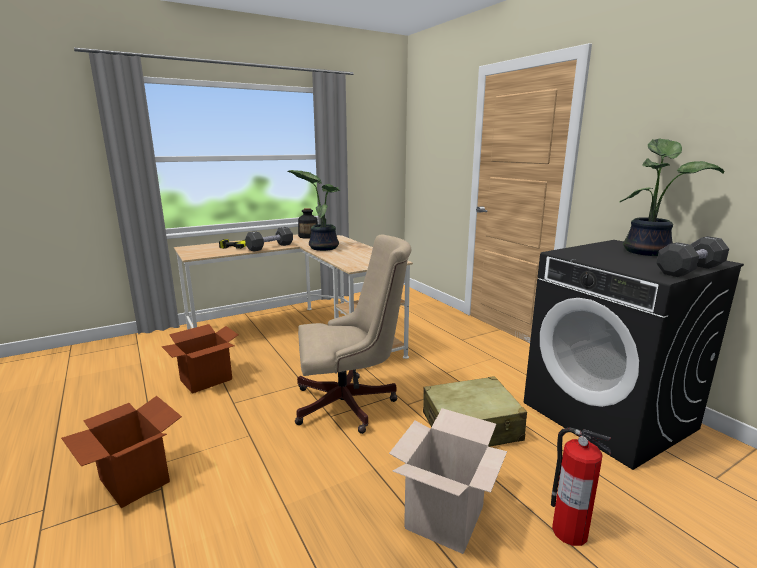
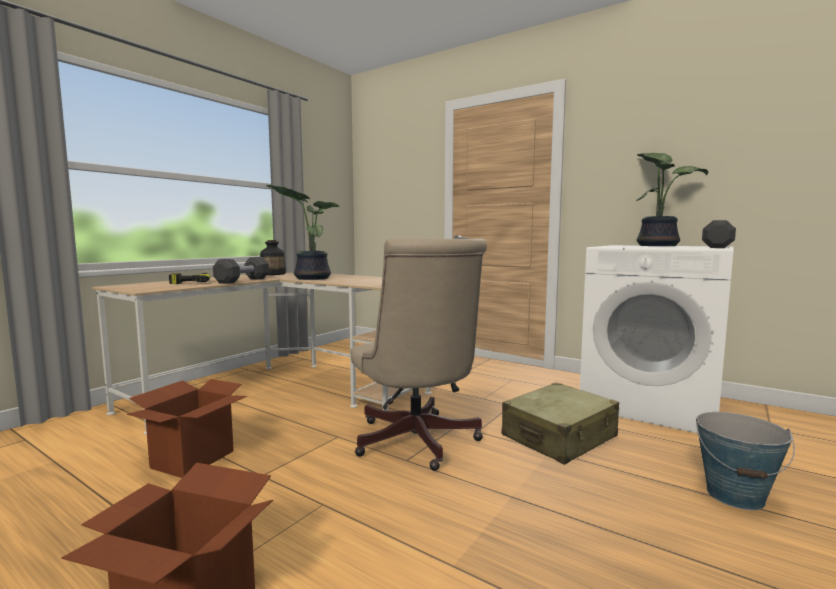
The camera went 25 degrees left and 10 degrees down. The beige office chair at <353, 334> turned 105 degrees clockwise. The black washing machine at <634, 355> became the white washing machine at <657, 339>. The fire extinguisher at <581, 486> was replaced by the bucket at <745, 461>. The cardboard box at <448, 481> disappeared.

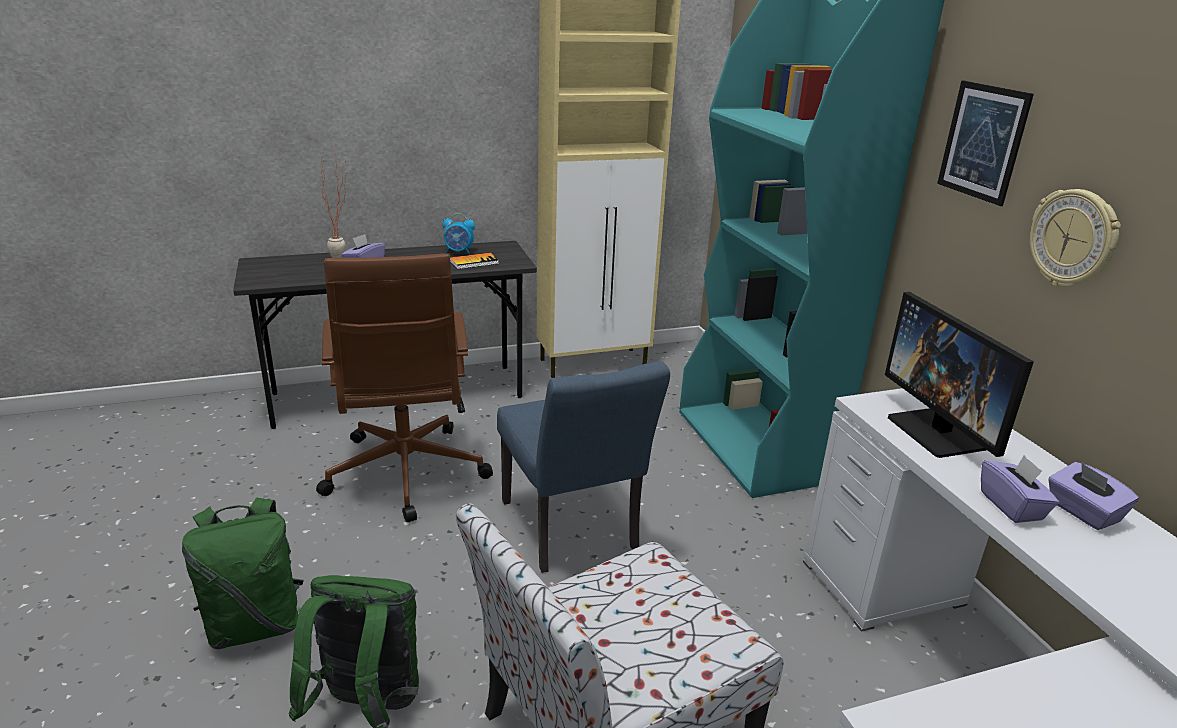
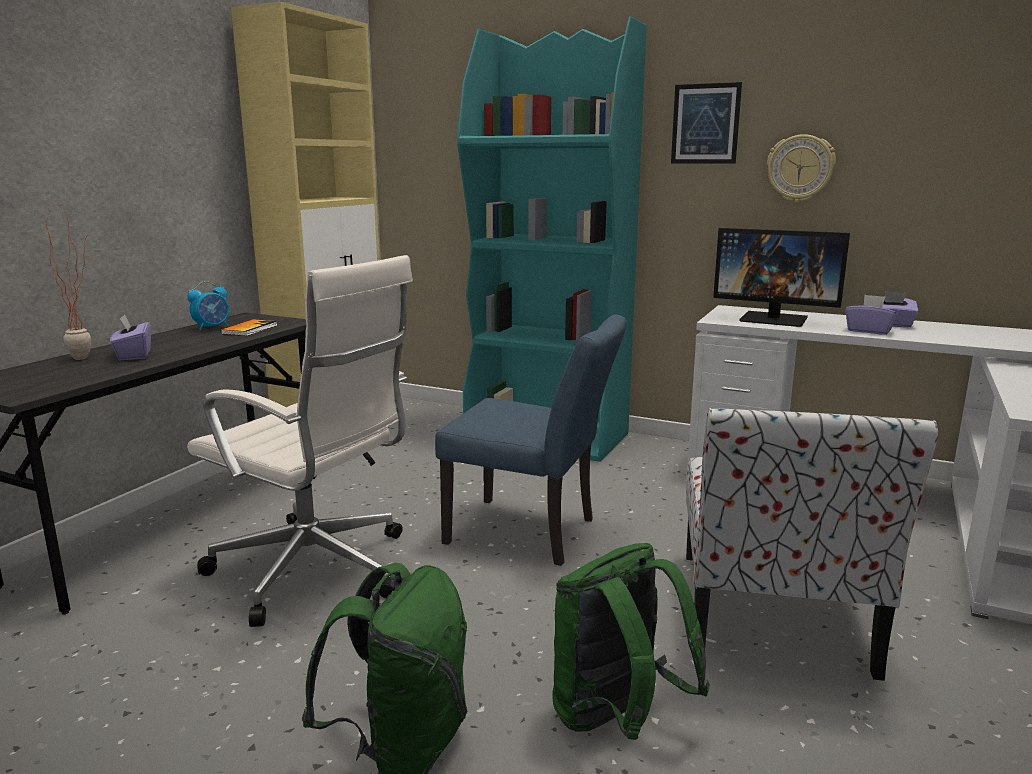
The camera went 45 degrees left and 10 degrees down. The brown office chair at <404, 387> became the white office chair at <300, 441>.

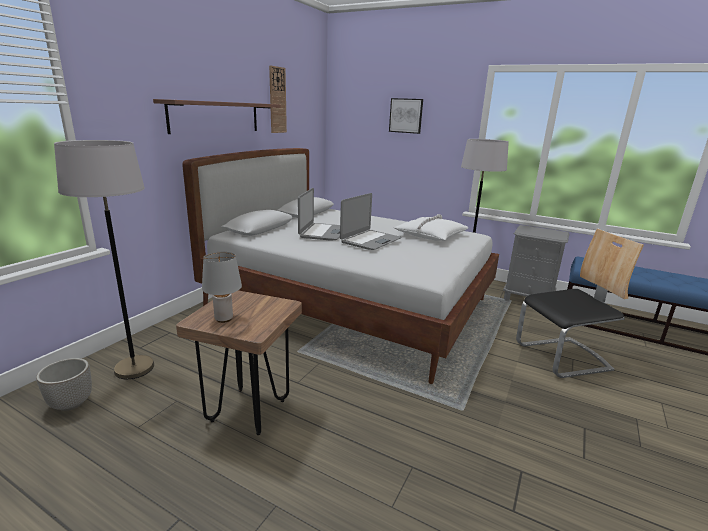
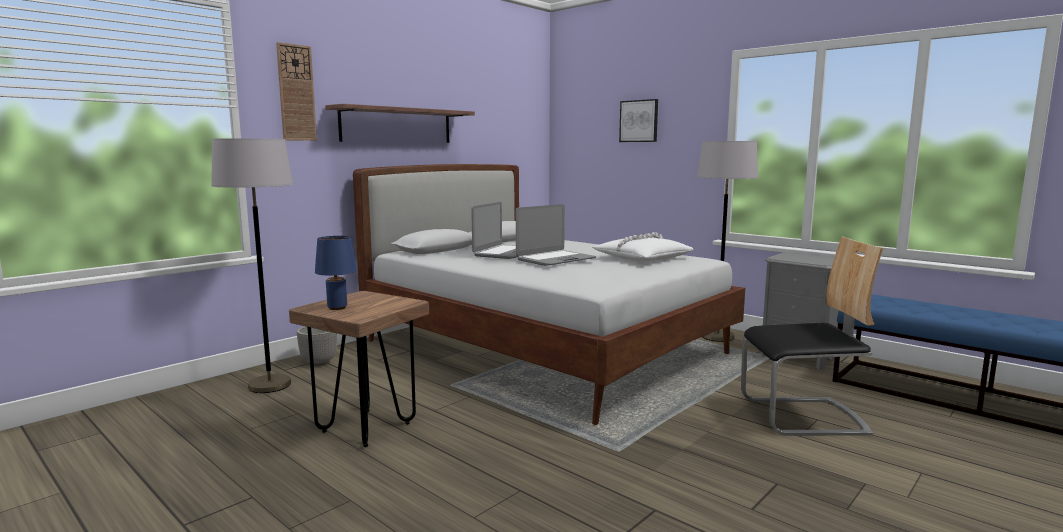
The camera went 15 degrees right and 10 degrees down. The wall clock moved from <278, 99> to <296, 91>. The planter moved from <64, 384> to <317, 346>. The grey table lamp at <222, 287> became the blue table lamp at <336, 273>.

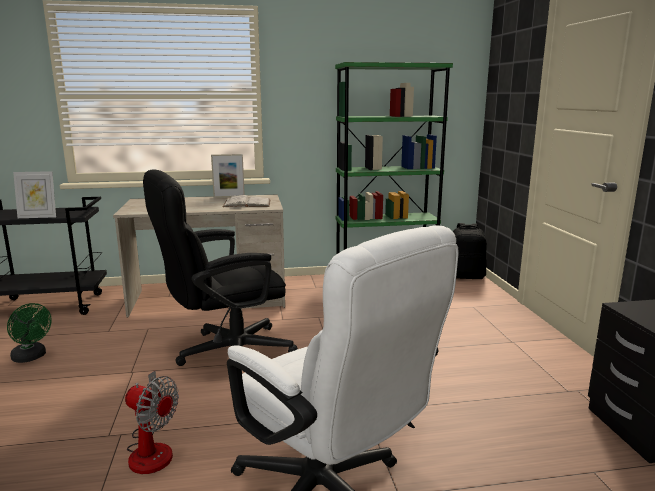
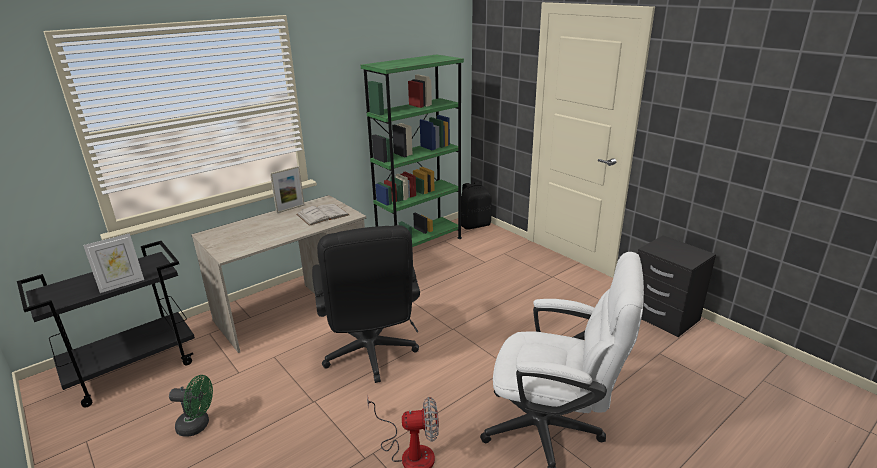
The camera went 30 degrees left and 10 degrees up. The black office chair at <220, 270> turned 45 degrees counterclockwise.

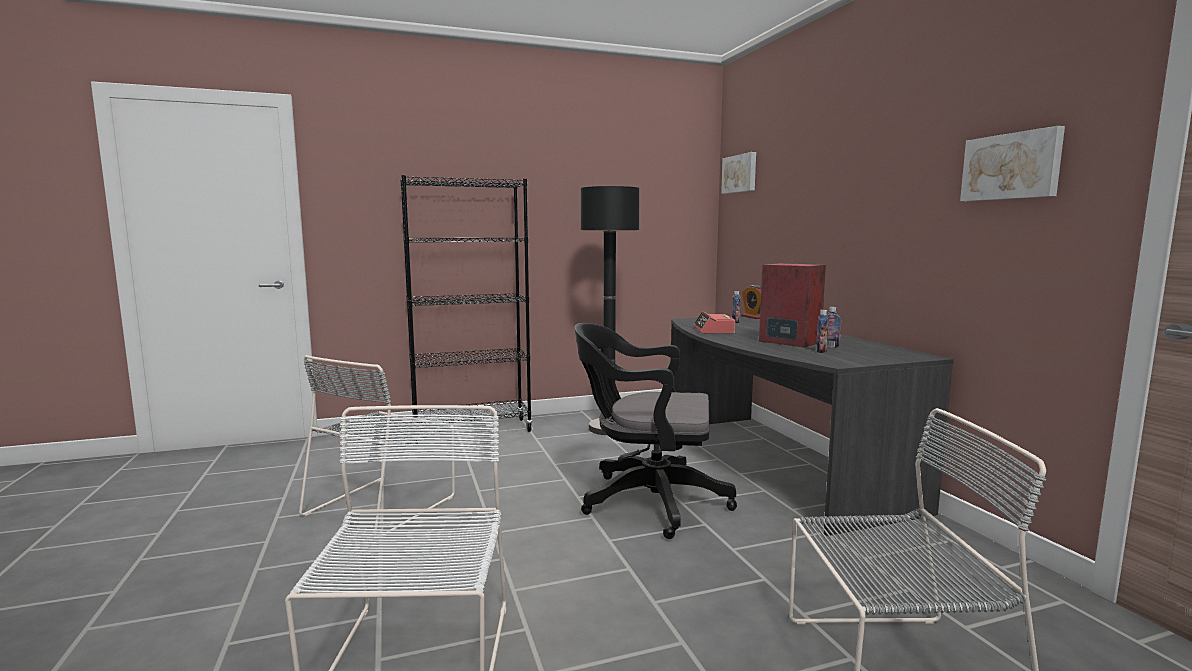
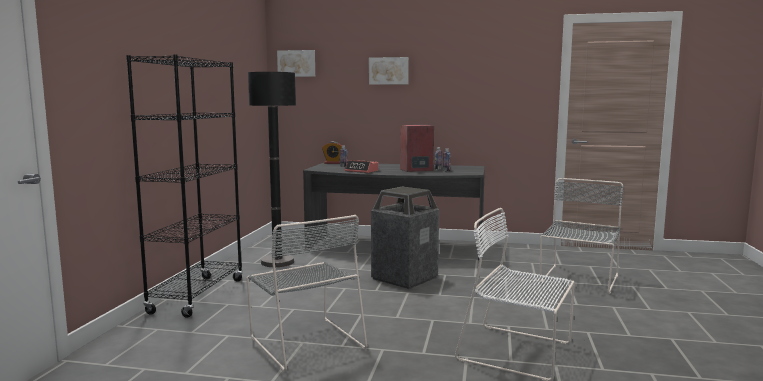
The camera went 60 degrees left and 0 degrees up. The picture moved from <1012, 163> to <389, 71>. The black office chair at <655, 431> was replaced by the trash can at <405, 238>.

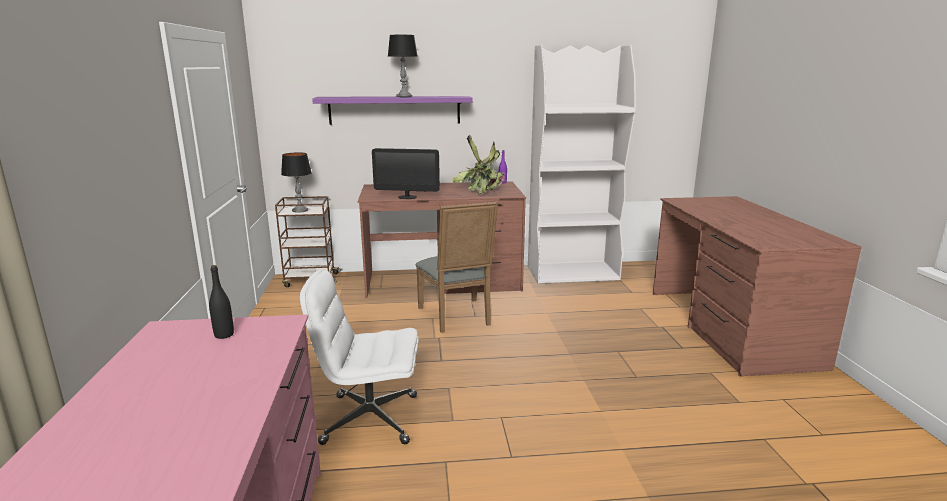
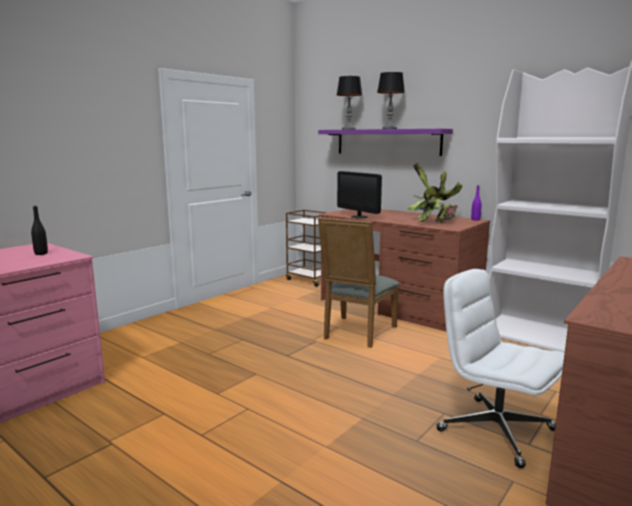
The camera went 45 degrees right and 5 degrees down. The table lamp moved from <296, 182> to <349, 103>. The white office chair moved from <359, 357> to <500, 368>.

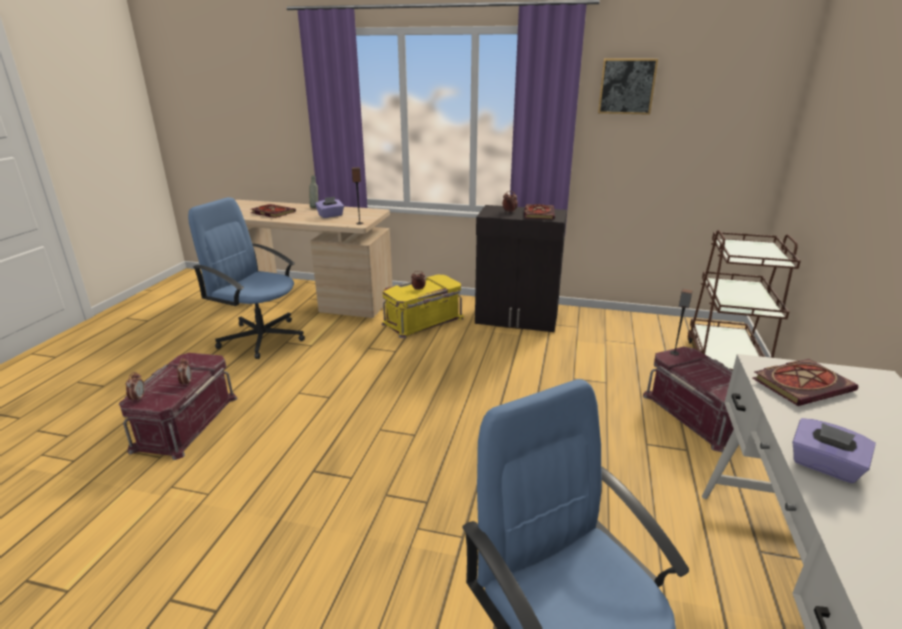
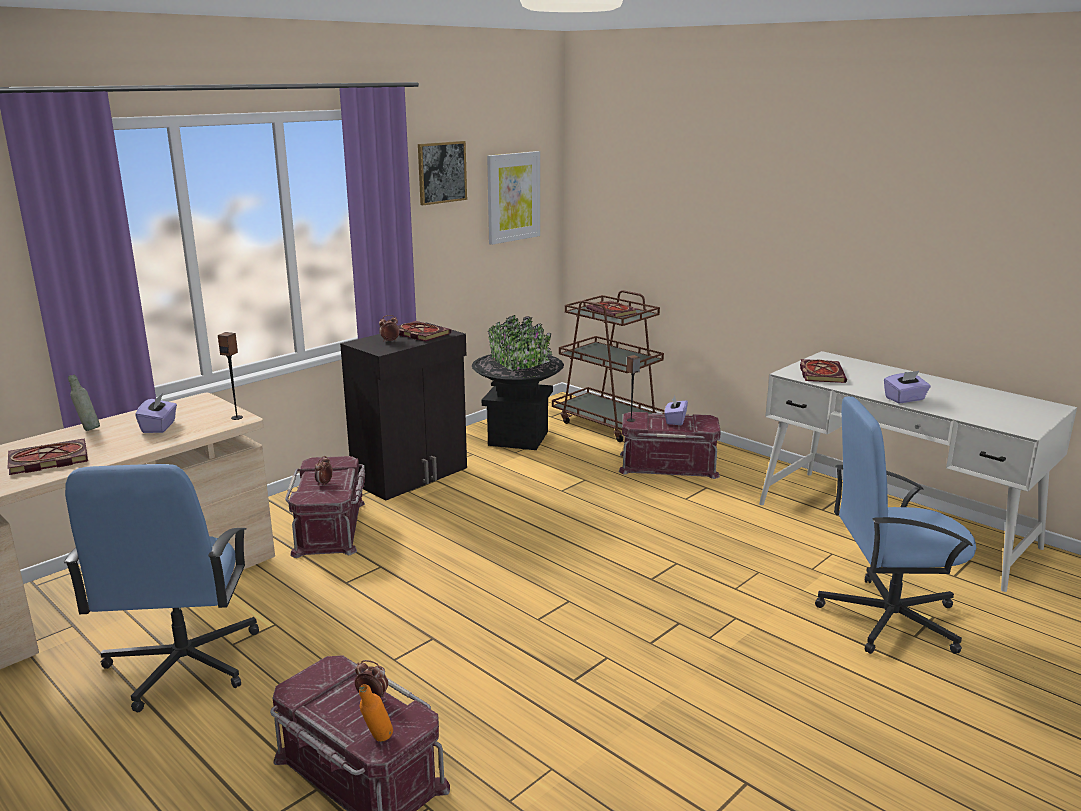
The camera went 60 degrees left and 5 degrees down. The blue office chair at <246, 278> turned 60 degrees counterclockwise. The yellow storage box at <422, 306> became the red storage box at <325, 507>. The alarm clock at <135, 387> was replaced by the orange bottle at <376, 713>. The black planter at <518, 382> appeared. The picture at <513, 198> appeared. The book at <612, 309> appeared. The purple tissue box at <676, 410> appeared.

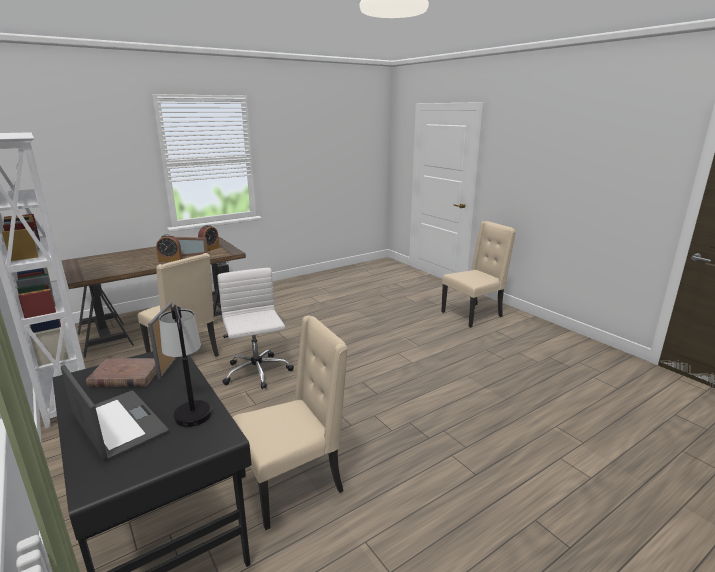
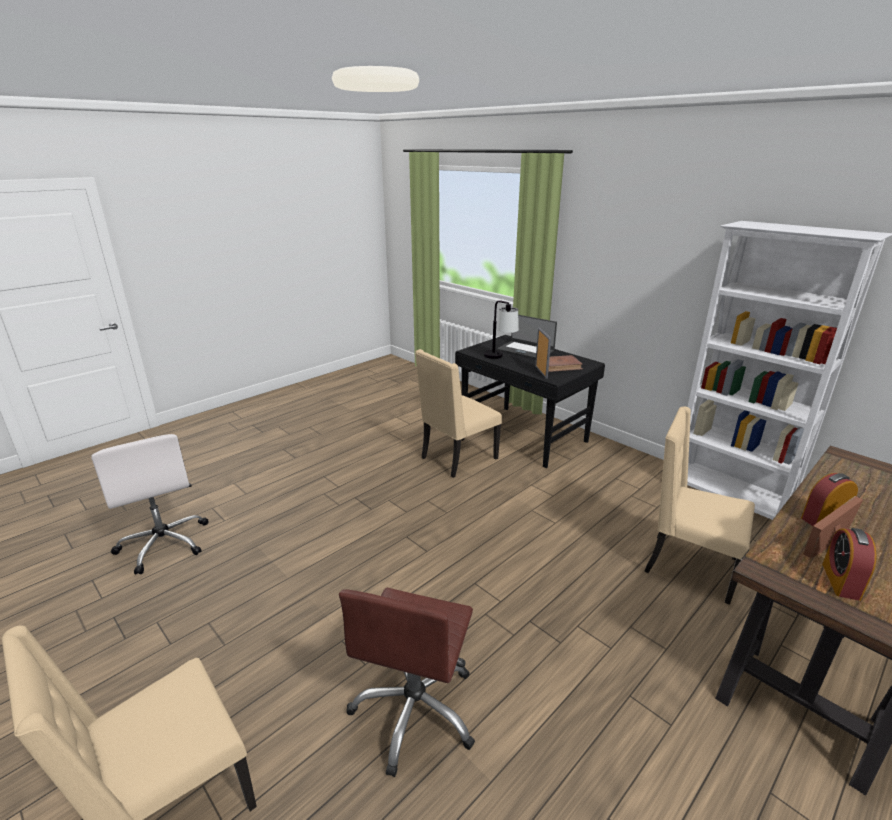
The camera went 170 degrees right and 5 degrees up. The white office chair moved from <255, 328> to <150, 504>. The brown office chair at <407, 682> appeared.

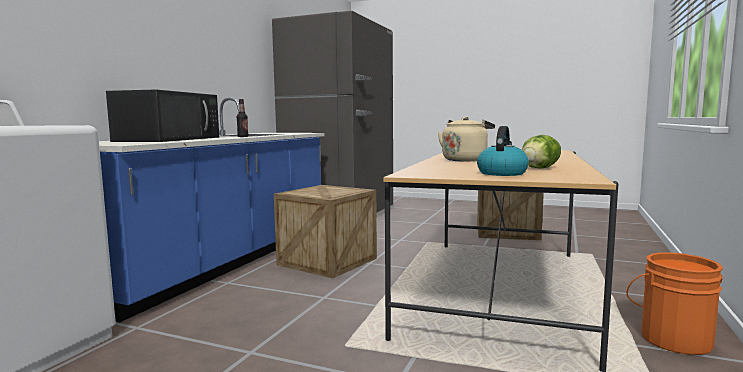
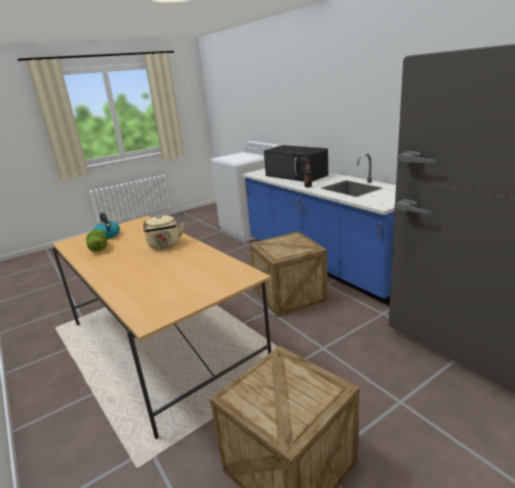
The camera went 125 degrees right and 15 degrees up. The orange bucket at <675, 303> disappeared.

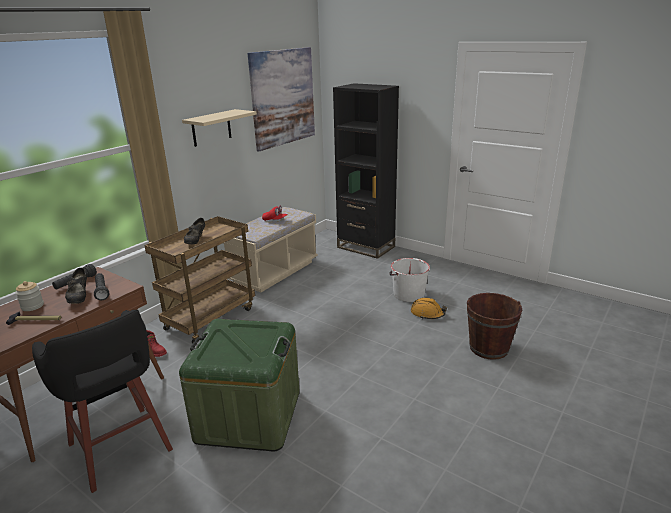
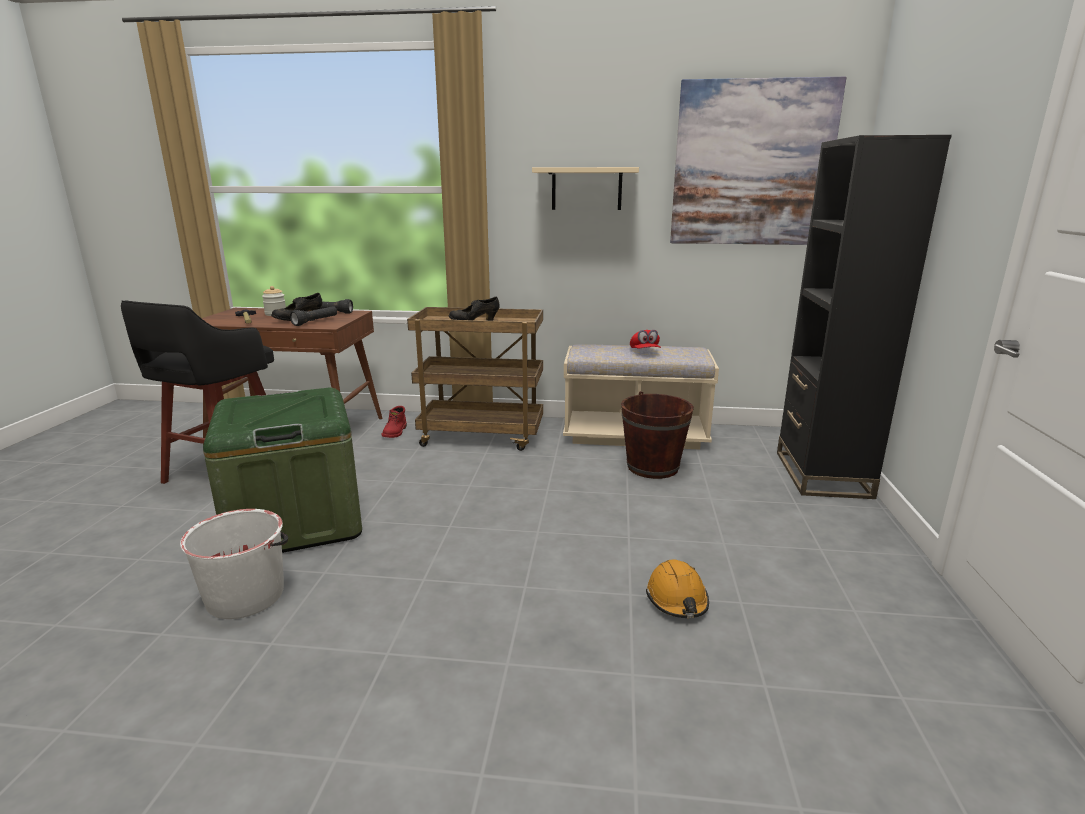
The camera went 60 degrees right and 5 degrees down. The white bucket moved from <409, 280> to <234, 564>. The brown bucket moved from <494, 326> to <657, 435>.

